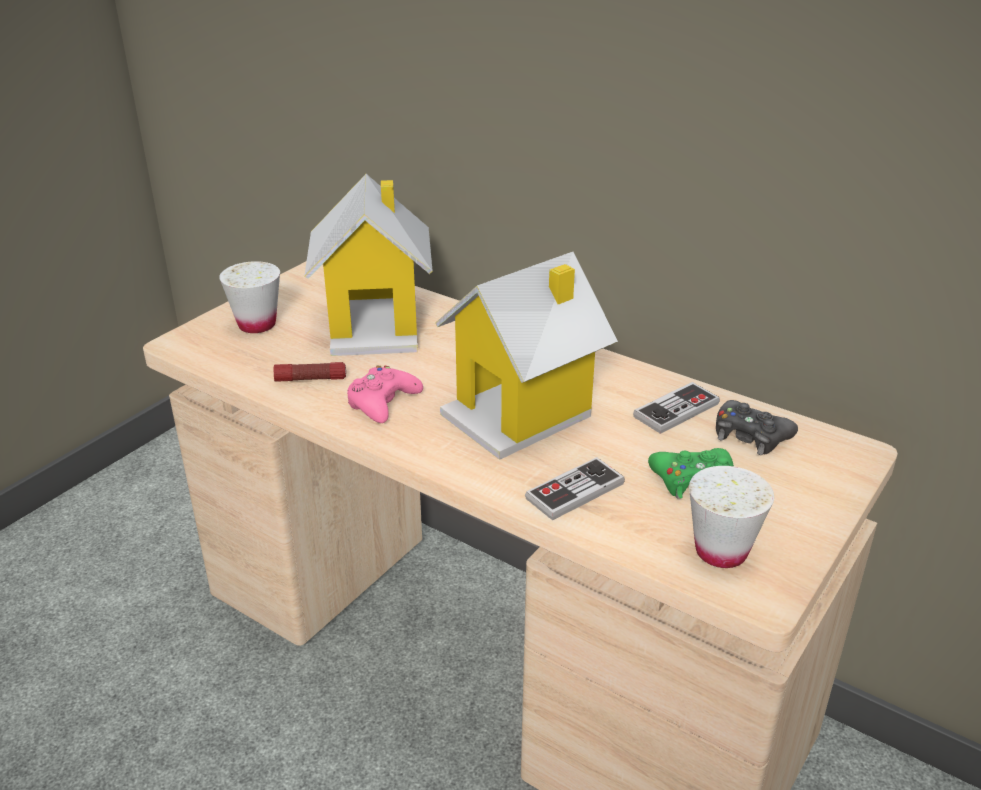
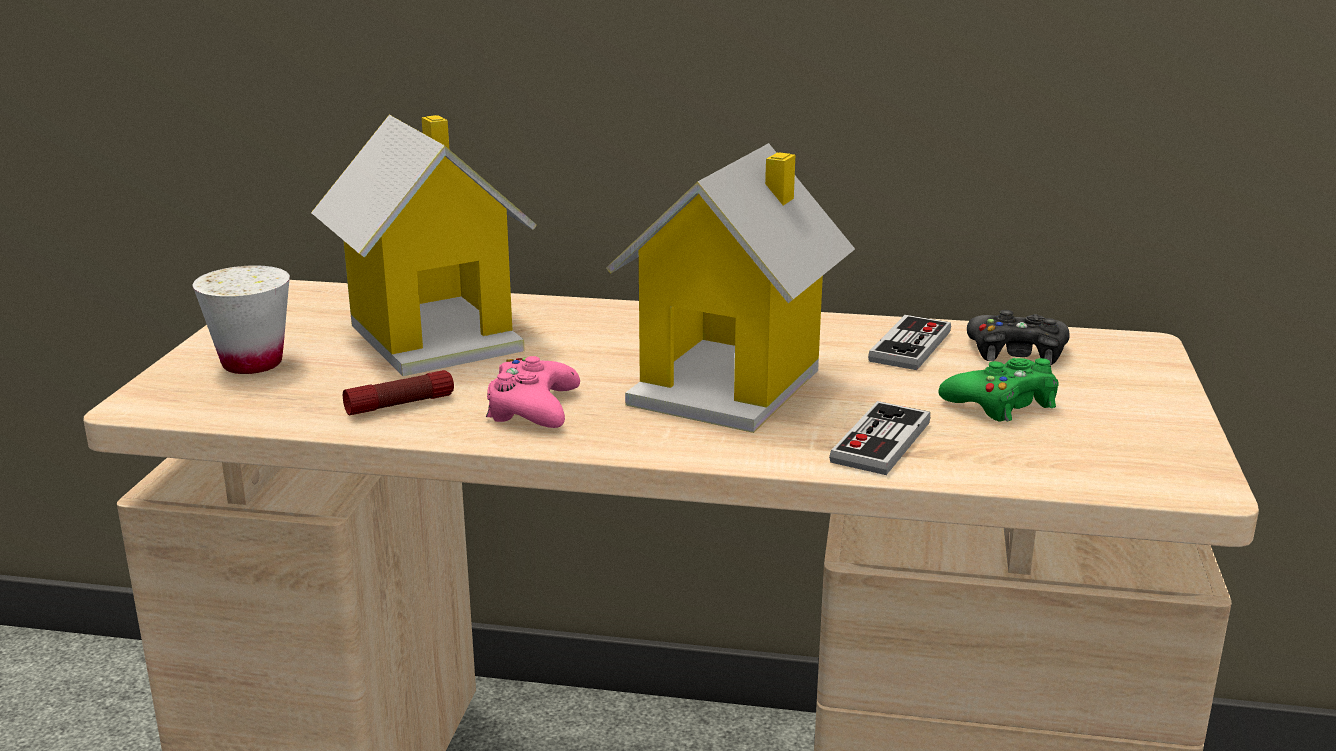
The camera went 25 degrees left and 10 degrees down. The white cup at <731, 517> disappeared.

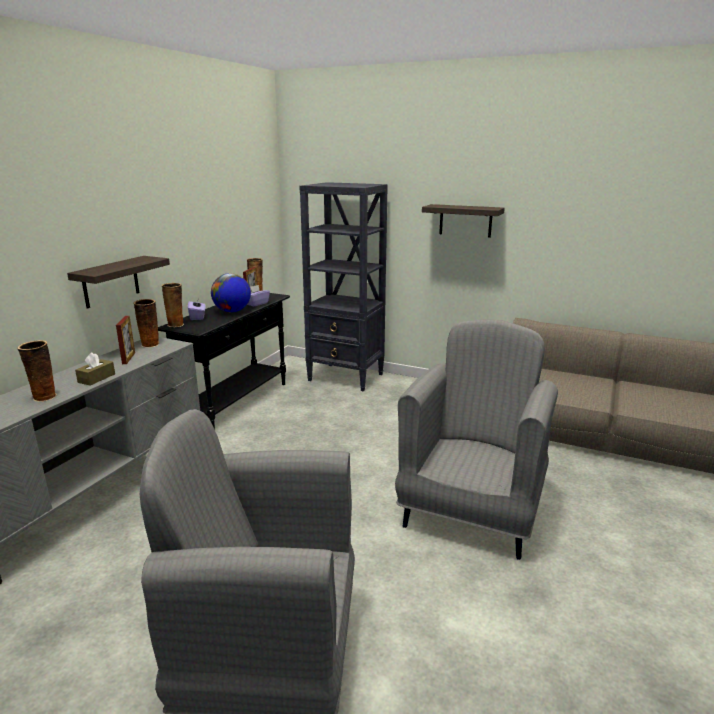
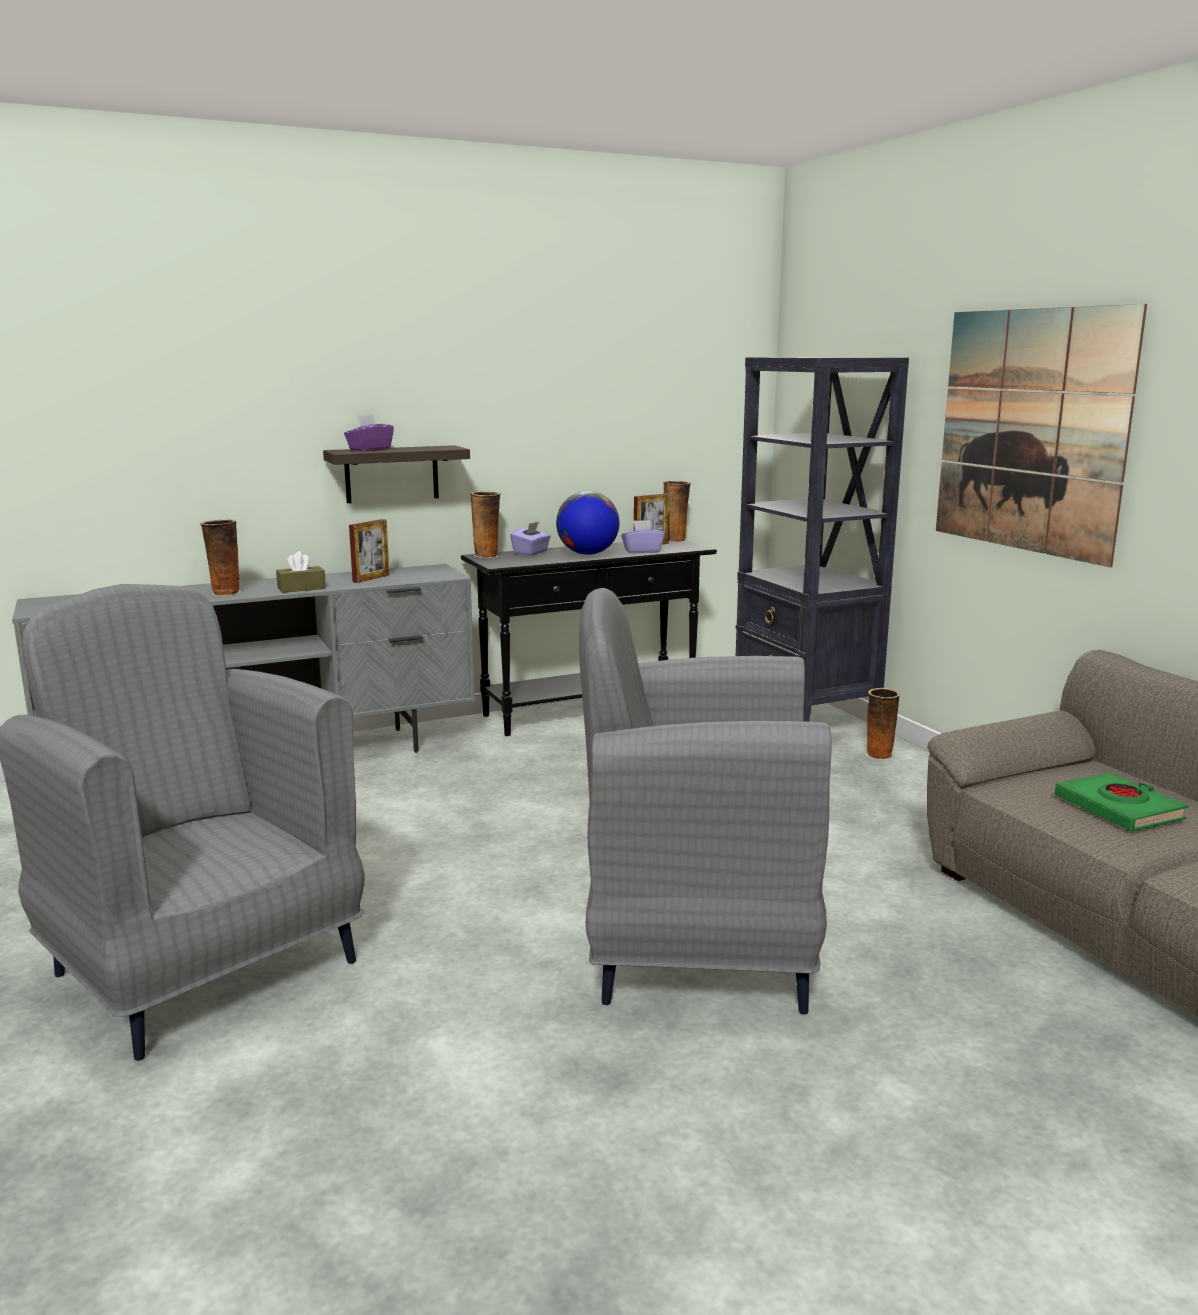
The camera went 40 degrees right and 5 degrees down. The purple tissue box at <369, 433> appeared. The grey armchair at <476, 439> turned 150 degrees counterclockwise. The vase moved from <146, 323> to <883, 724>. The shelf at <463, 221> was replaced by the picture at <1041, 435>. The green book at <1121, 802> appeared.

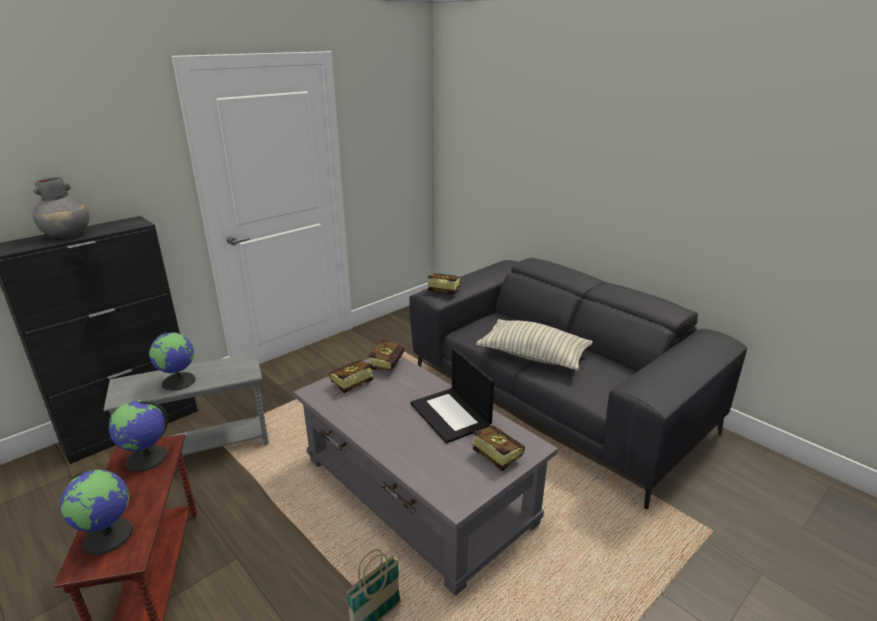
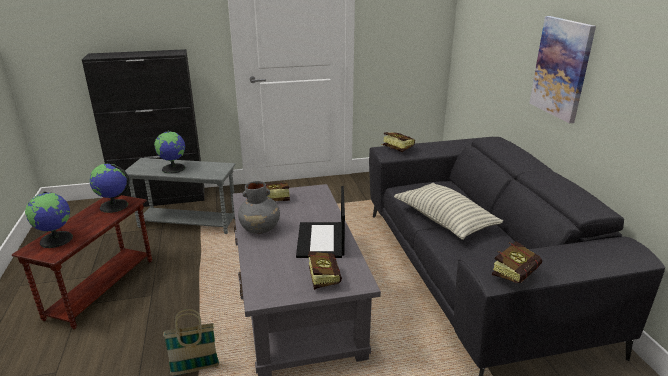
The camera went 30 degrees right and 0 degrees up. The grey vase moved from <61, 207> to <259, 207>. The book moved from <386, 354> to <517, 262>. The picture at <562, 69> appeared.

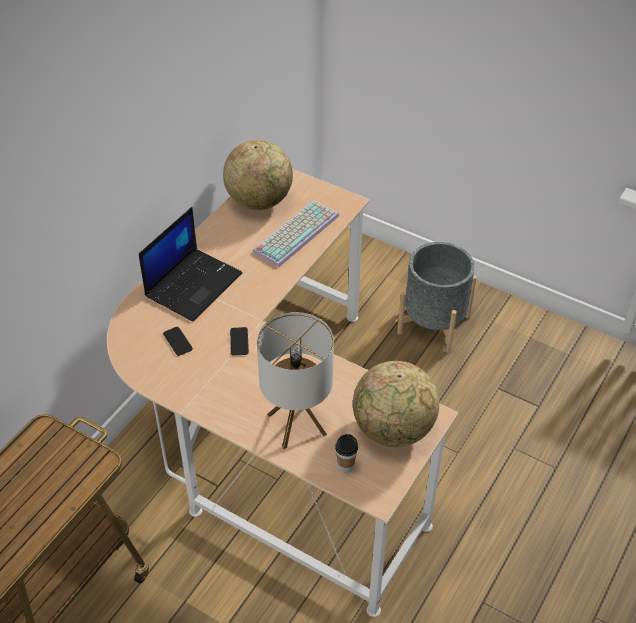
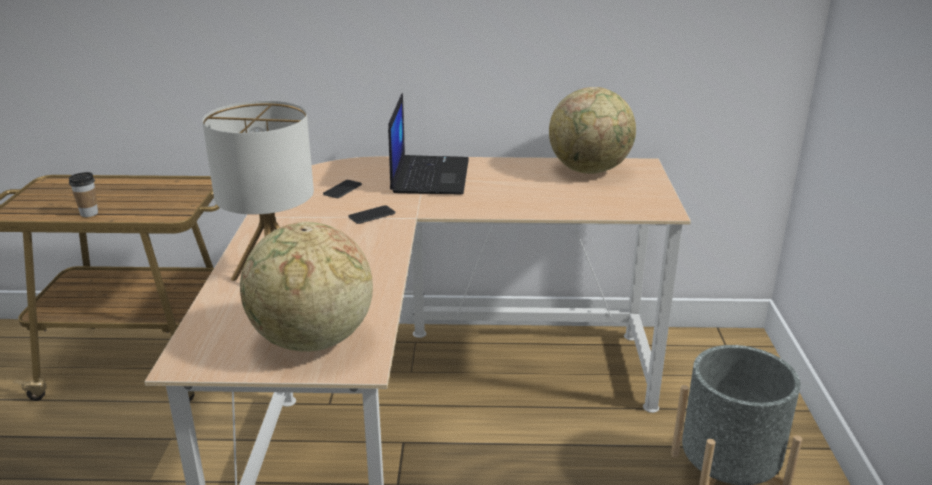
The camera went 60 degrees right and 20 degrees down. The cup moved from <346, 453> to <83, 194>. The laptop at <190, 264> turned 90 degrees counterclockwise. The keyboard at <296, 233> disappeared.

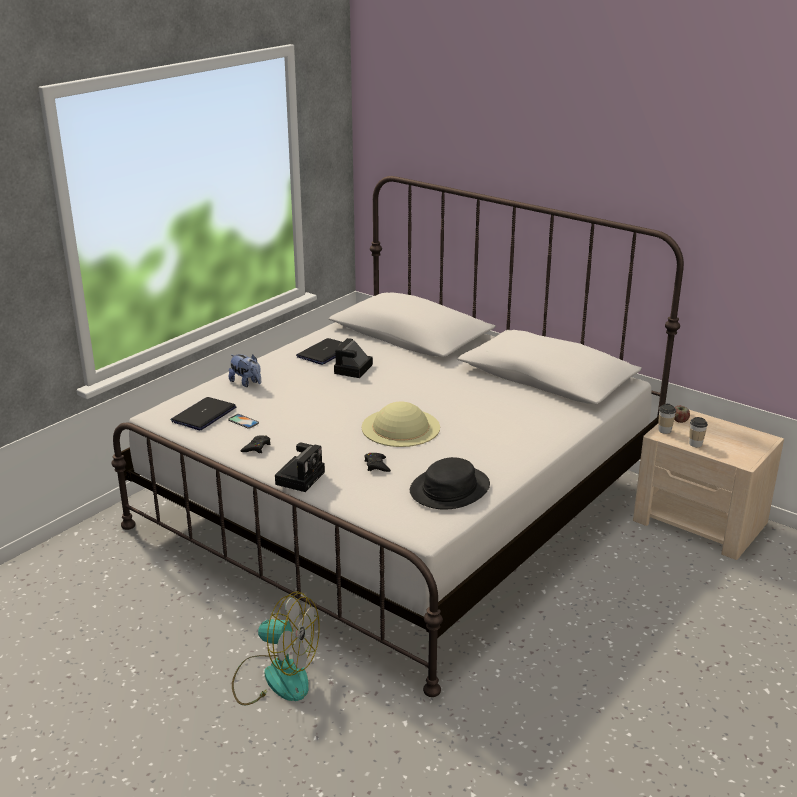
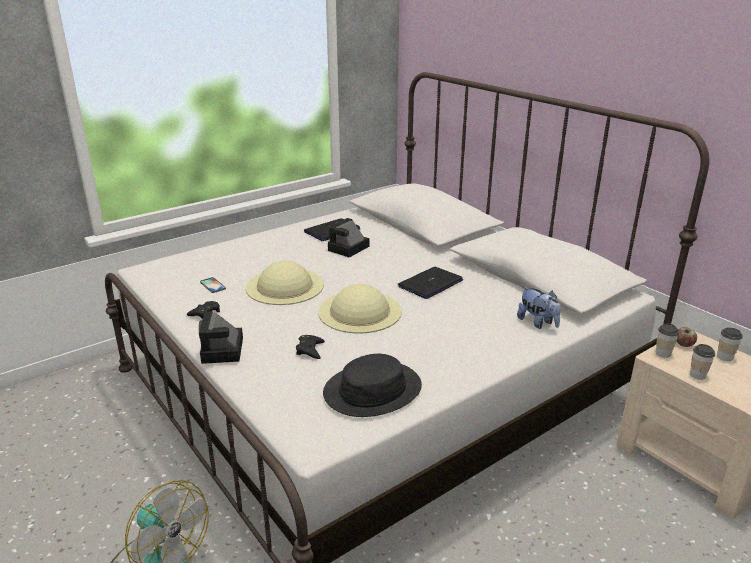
The camera went 15 degrees right and 0 degrees up. The photo camera at <300, 467> turned 135 degrees clockwise. The beige hat at <285, 282> appeared. The laptop moved from <203, 413> to <430, 283>. The plush toy moved from <245, 370> to <539, 308>. The cup at <730, 344> appeared.

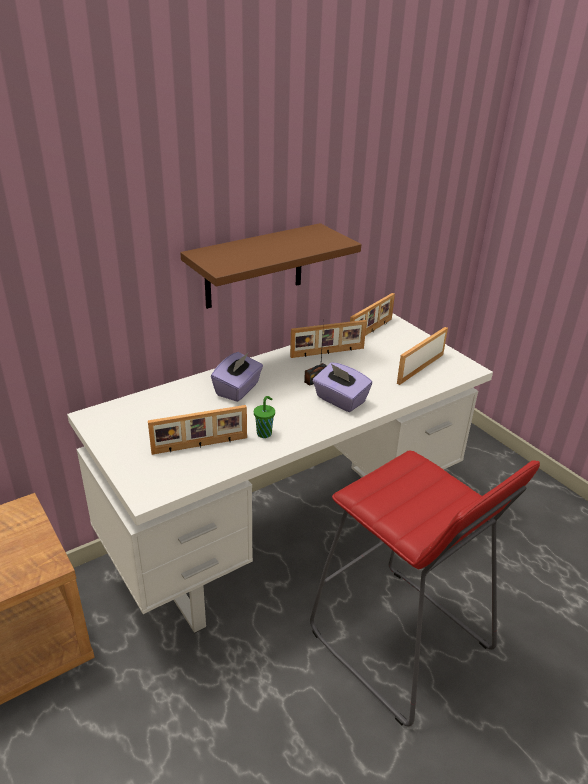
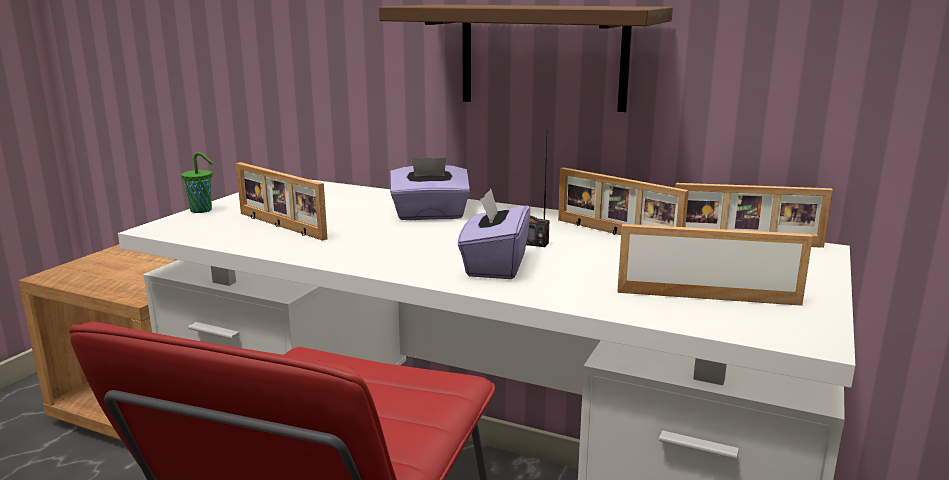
The camera went 60 degrees right and 15 degrees down. The green cup moved from <264, 417> to <197, 182>.

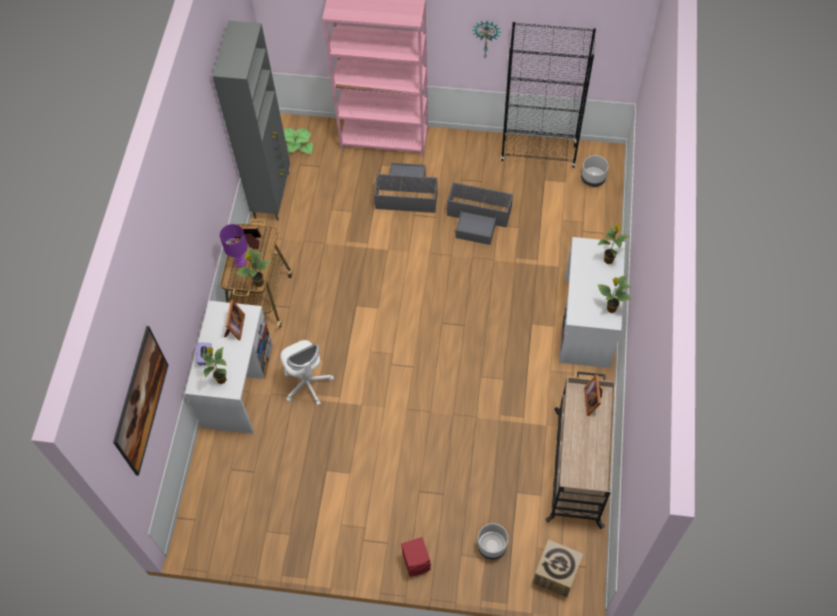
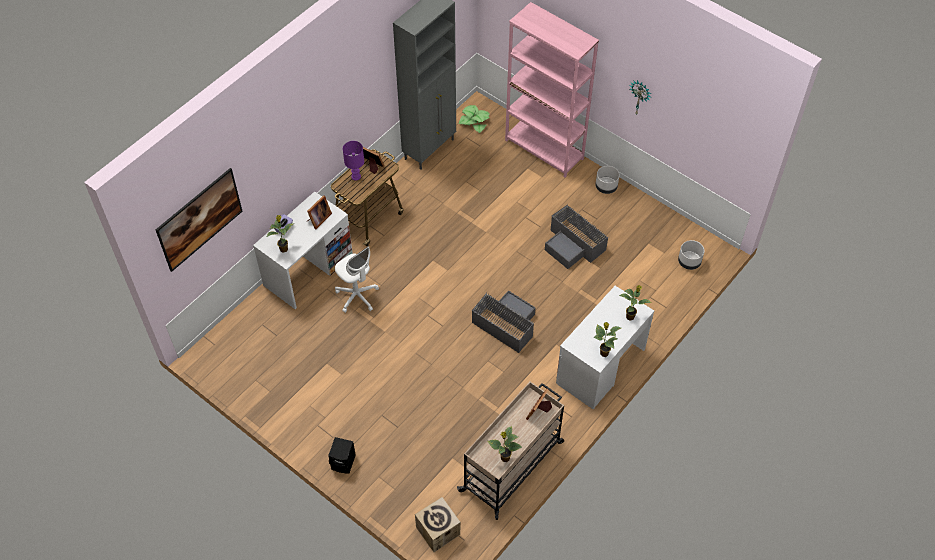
The camera went 30 degrees right and 5 degrees down. The red speaker at <416, 557> became the black speaker at <342, 455>. The white office chair at <307, 373> turned 45 degrees counterclockwise. The grey storage box moved from <406, 188> to <504, 321>. The potted plant moved from <253, 267> to <504, 444>. The grey planter moved from <492, 541> to <607, 180>. The black bookcase at <548, 95> disappeared.

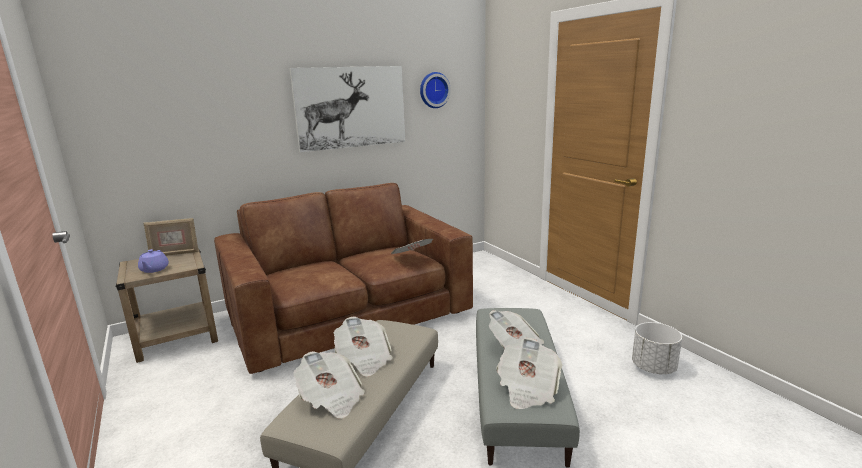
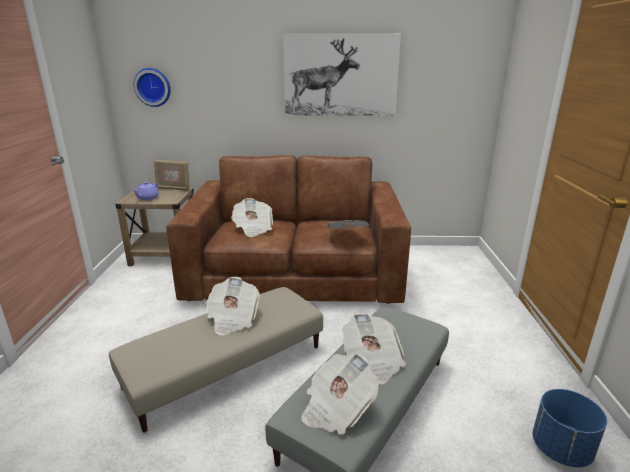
The camera went 30 degrees right and 5 degrees up. The wall clock moved from <435, 90> to <152, 87>. The newspaper moved from <329, 385> to <252, 217>. The white planter at <657, 348> became the blue planter at <570, 428>.

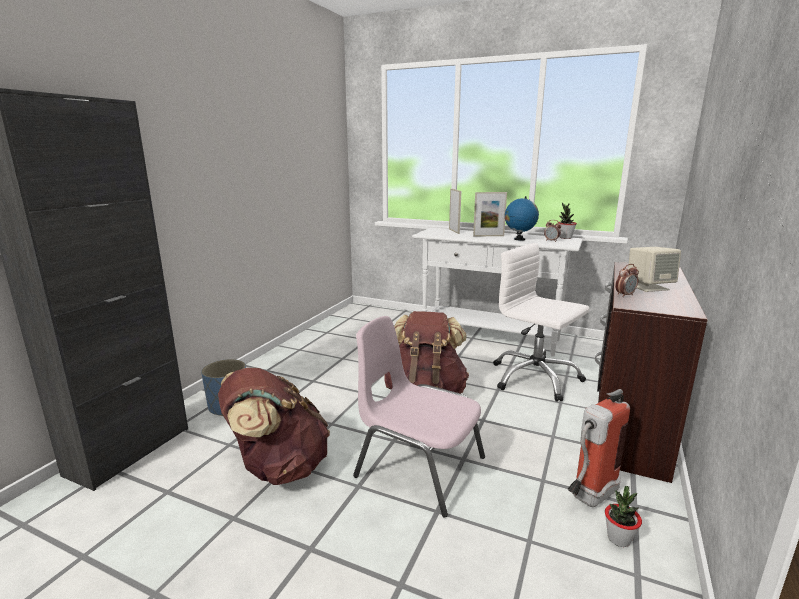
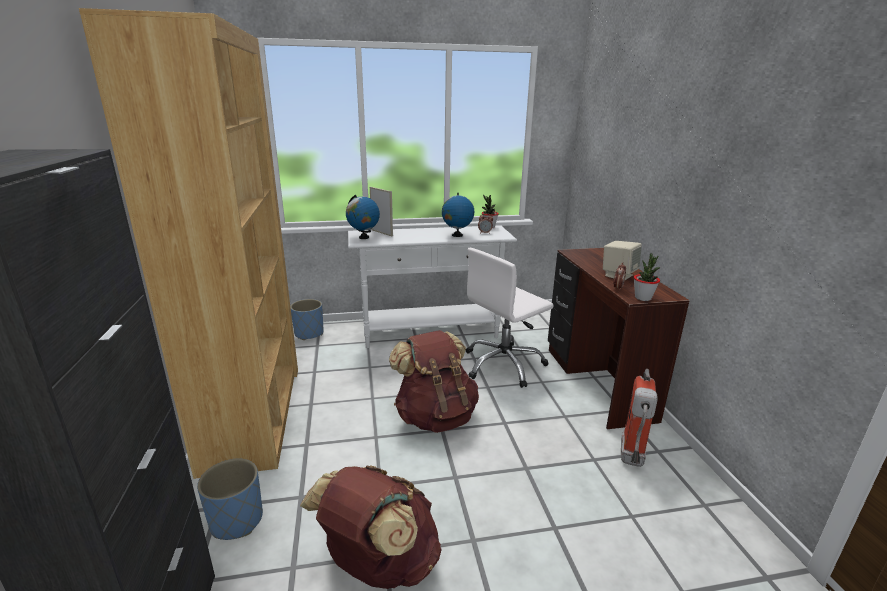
The camera went 35 degrees left and 5 degrees up. The brown bookcase at <188, 243> appeared. The blue planter at <307, 319> appeared. The globe at <363, 217> appeared. The white office chair at <541, 322> turned 45 degrees counterclockwise. The potted plant moved from <623, 516> to <647, 277>. The pink chair at <419, 417> disappeared. The picture frame at <490, 214> disappeared.

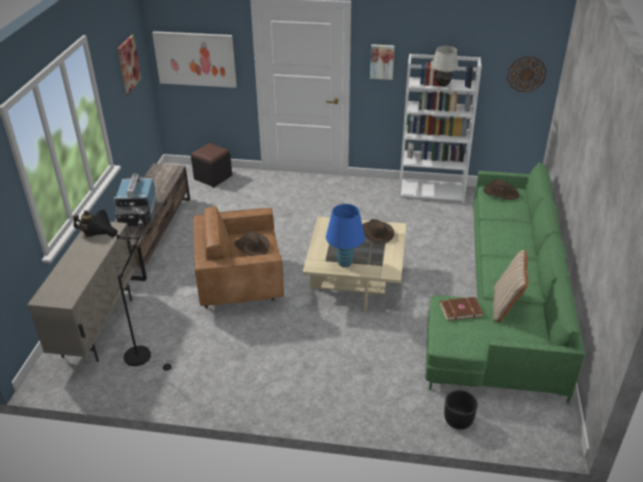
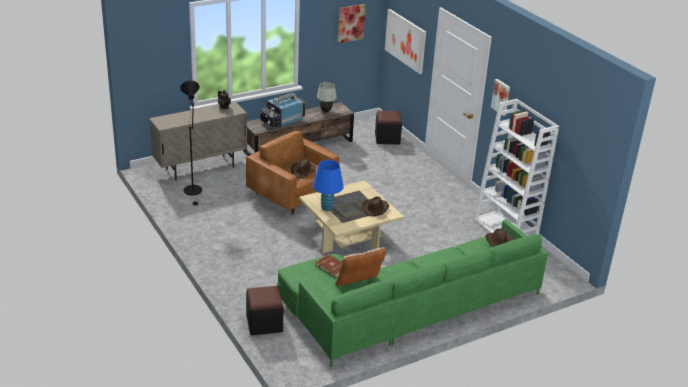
The camera went 50 degrees right and 5 degrees down. The black planter at <461, 410> was replaced by the black ottoman at <265, 311>. The white table lamp moved from <445, 66> to <327, 97>. The wall clock at <527, 74> disappeared.

